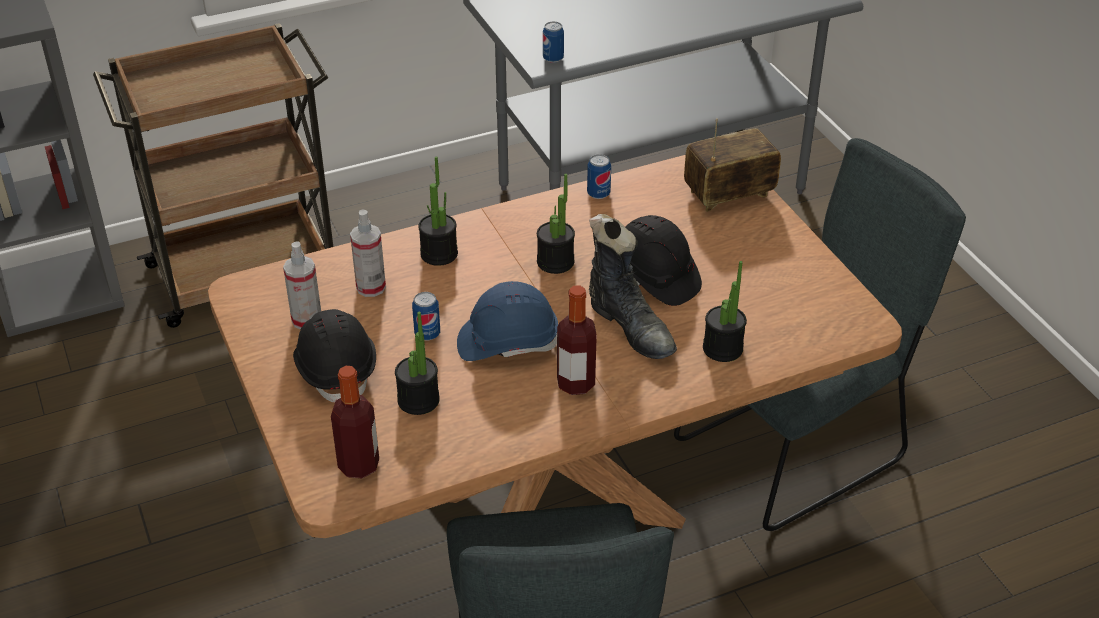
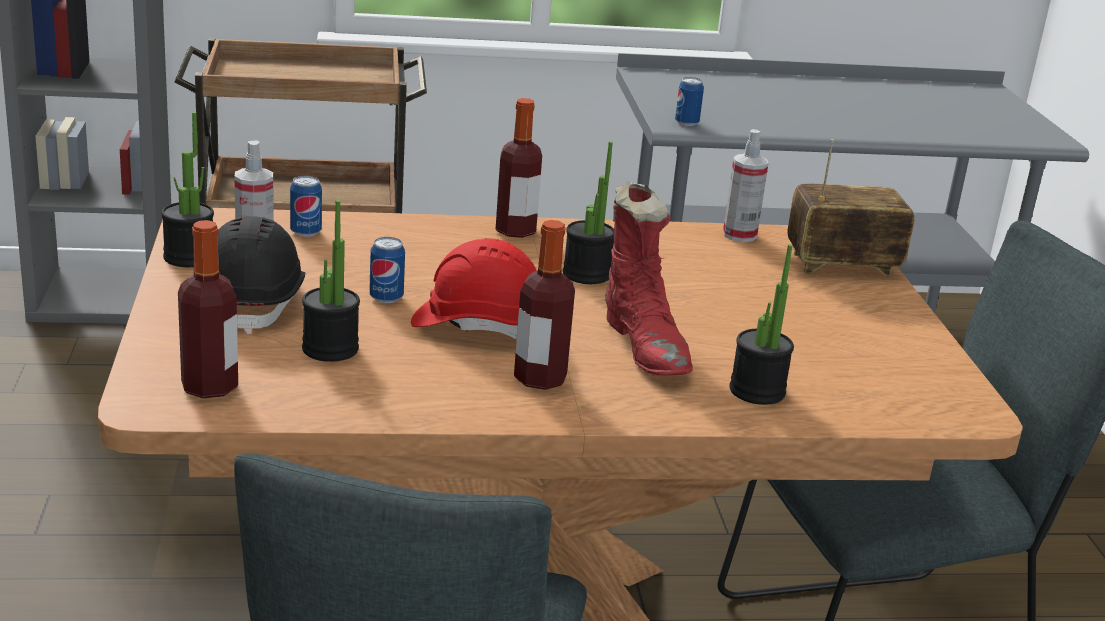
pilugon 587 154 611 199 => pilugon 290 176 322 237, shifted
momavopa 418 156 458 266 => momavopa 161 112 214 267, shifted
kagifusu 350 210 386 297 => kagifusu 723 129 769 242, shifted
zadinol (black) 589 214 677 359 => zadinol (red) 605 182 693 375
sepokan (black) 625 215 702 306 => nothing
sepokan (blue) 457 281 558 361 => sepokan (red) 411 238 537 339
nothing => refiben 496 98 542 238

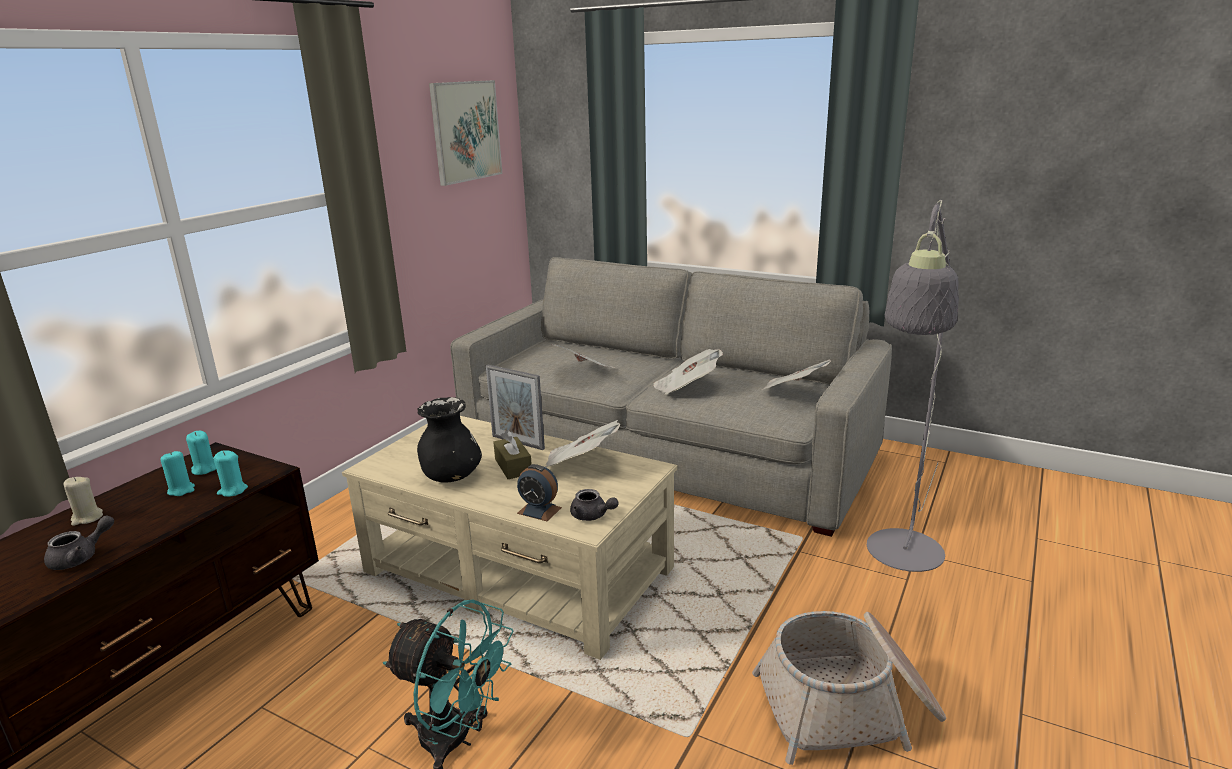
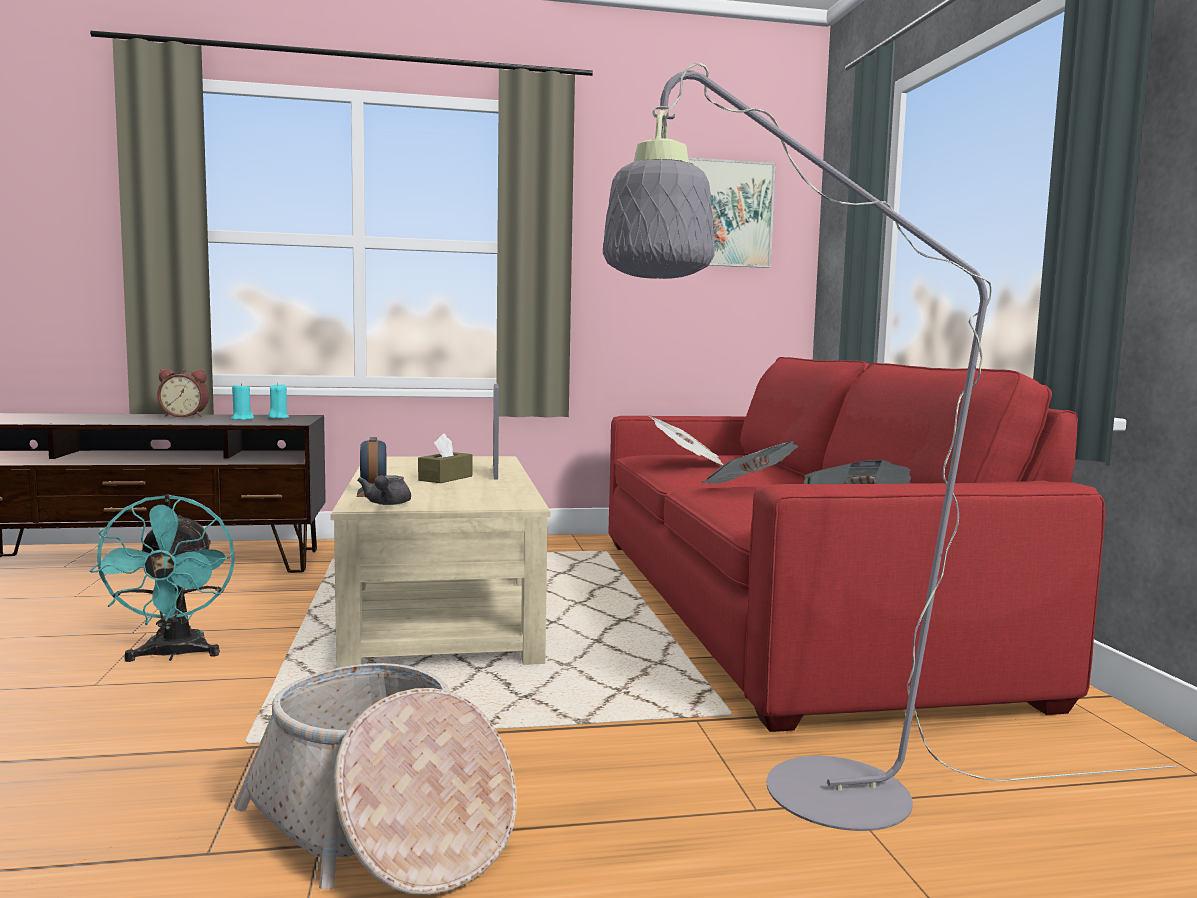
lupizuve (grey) 450 257 892 537 => lupizuve (red) 608 357 1105 732
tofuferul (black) 417 397 482 483 => nothing
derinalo 545 420 620 467 => nothing
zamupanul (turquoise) 213 450 248 497 => nothing
zamupanul (beige) 64 477 103 526 => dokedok 157 369 209 417
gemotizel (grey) 44 515 114 570 => nothing

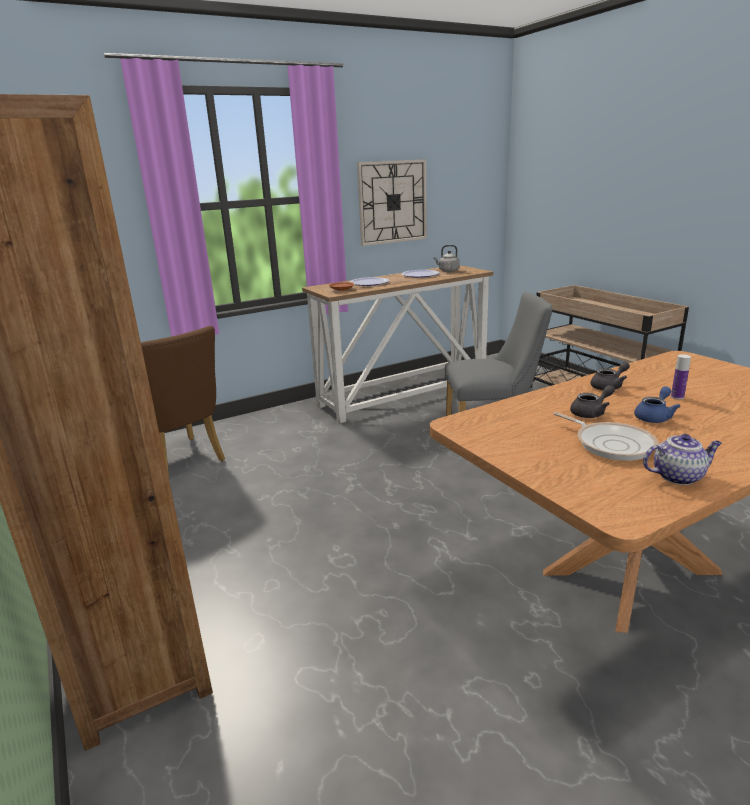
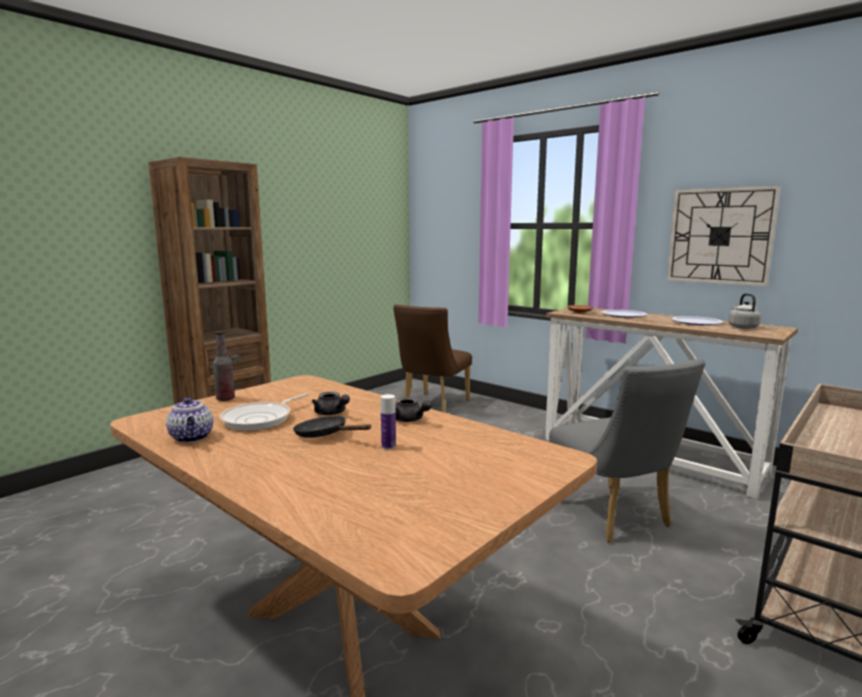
gemotizel (blue) 634 386 681 423 => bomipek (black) 293 416 371 438
nothing => refiben 213 331 235 401

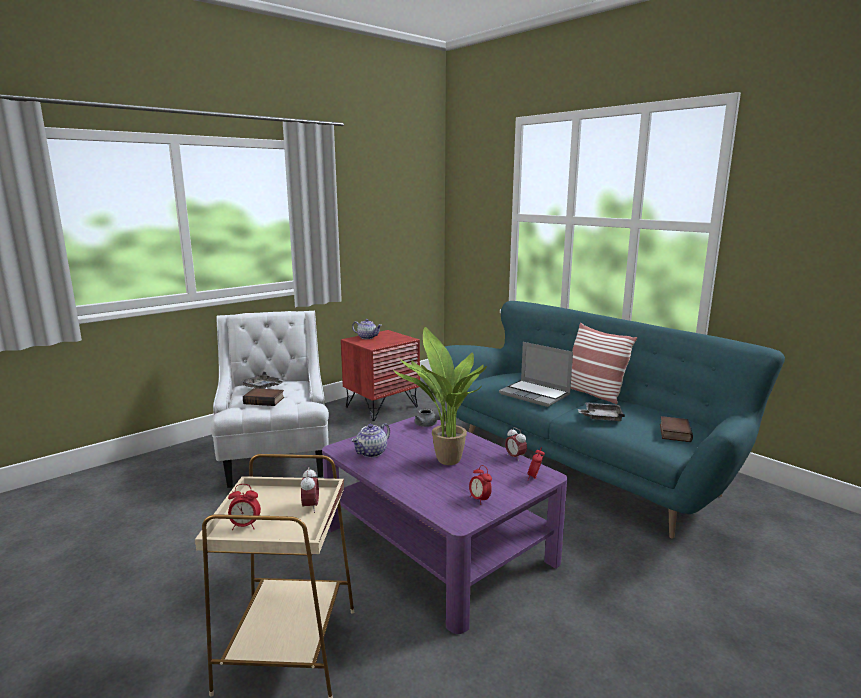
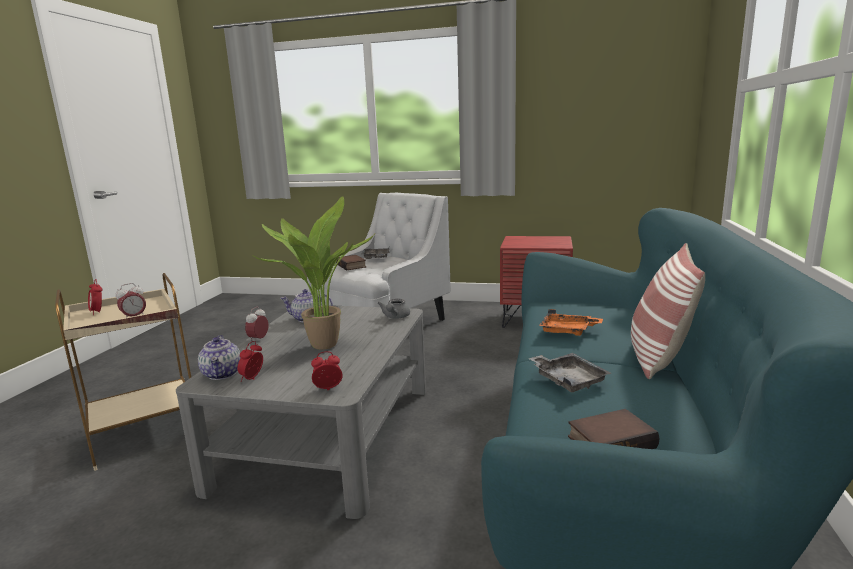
gemotizel 352 319 382 339 => gemotizel 198 335 240 380, shifted
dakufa 499 342 573 407 => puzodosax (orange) 539 309 603 336
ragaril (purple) 322 416 568 634 => ragaril (grey) 176 305 426 519
dokedok 505 427 527 462 => dokedok 245 307 268 342, shifted

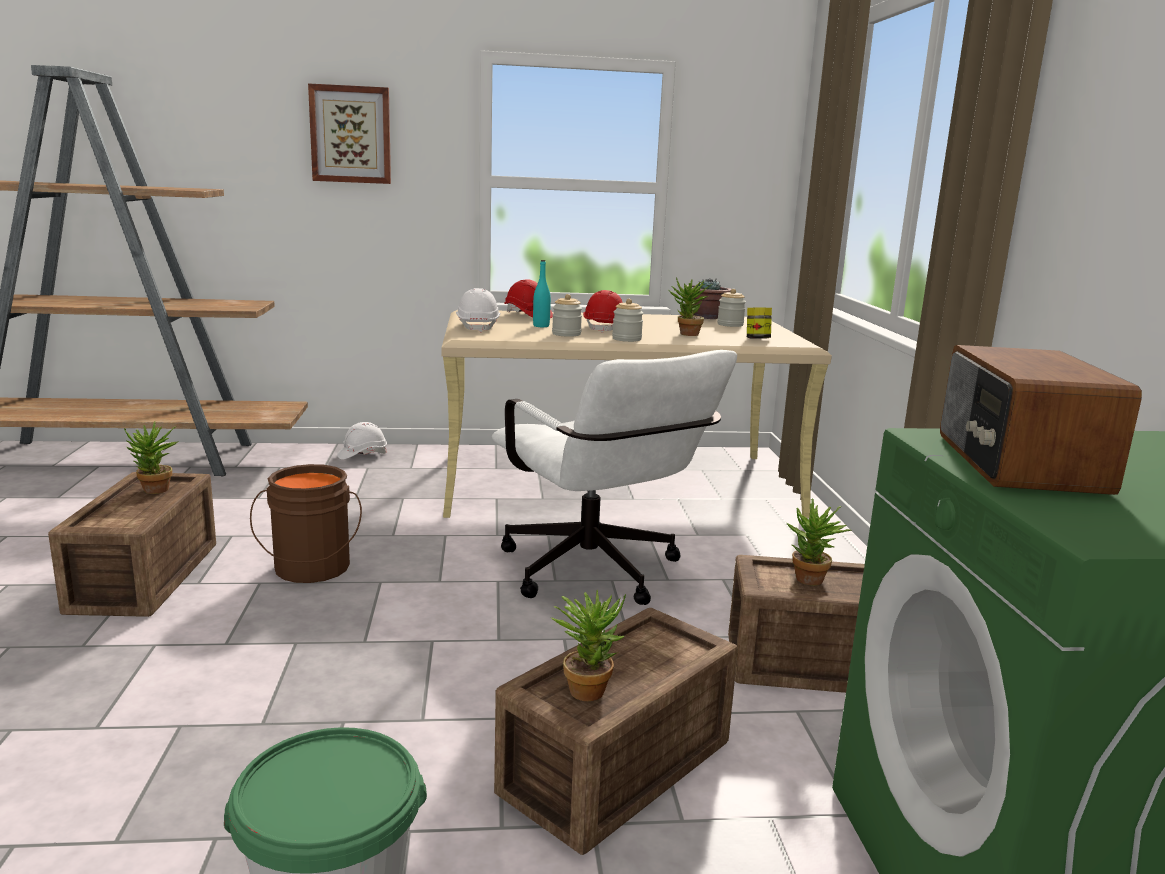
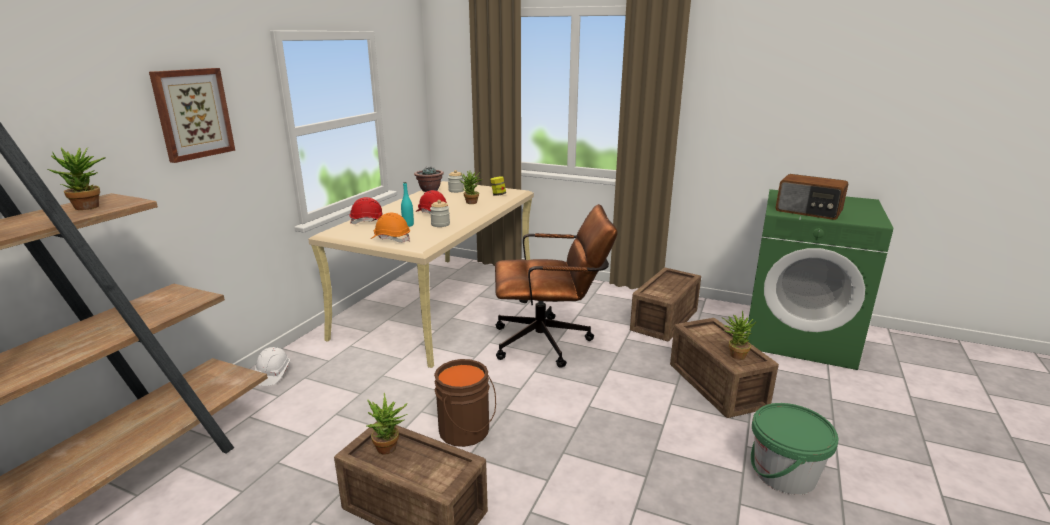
sepokan (white) 456 288 500 333 => sepokan (orange) 371 213 410 243
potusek 612 299 643 342 => nothing
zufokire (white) 492 350 737 605 => zufokire (brown) 495 204 618 368
momavopa 787 498 852 586 => momavopa 48 148 106 210, shifted

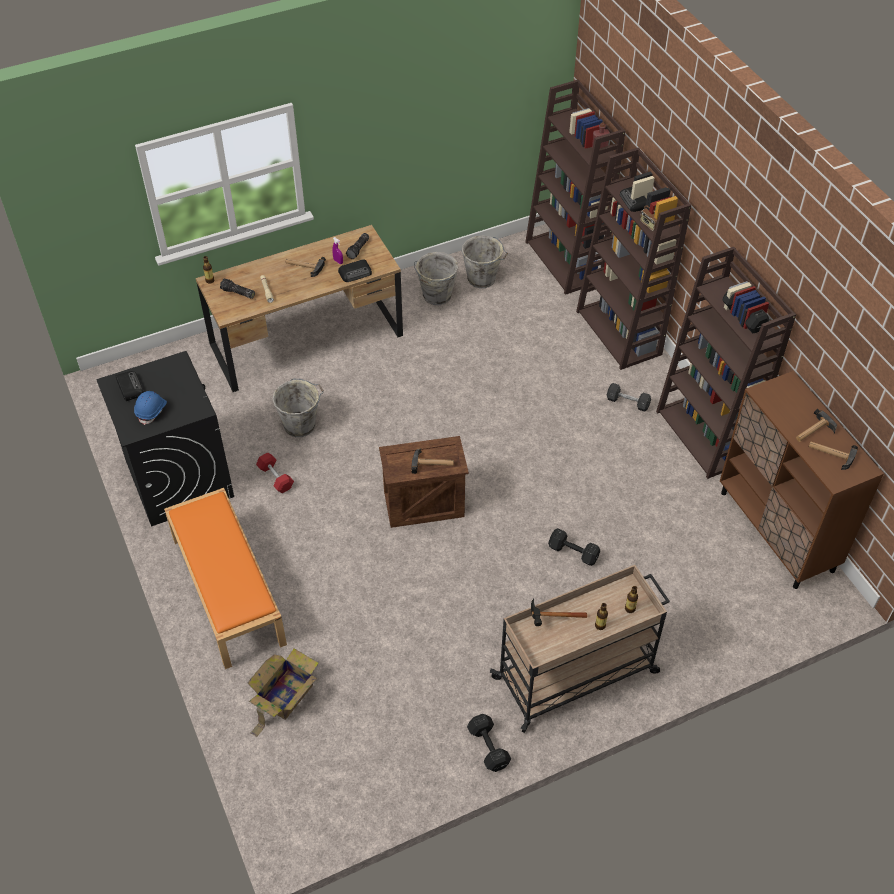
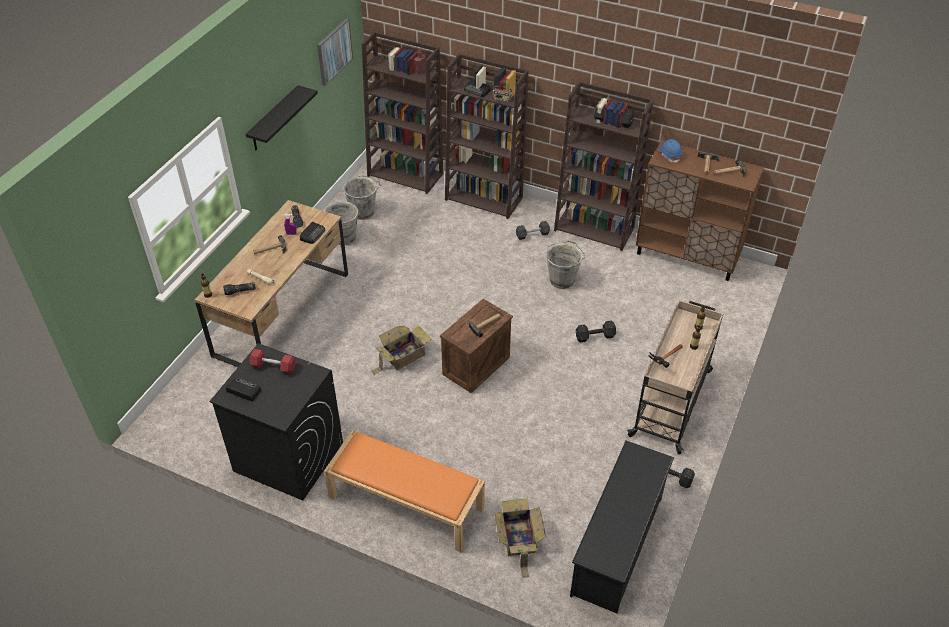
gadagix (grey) 272 379 324 437 => gadagix (grey) 546 240 585 289, shifted
sepokan (blue) 134 391 167 425 => sepokan (blue) 658 139 682 163, shifted
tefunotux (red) 256 452 294 493 => tefunotux (red) 250 349 295 374, shifted
nothing => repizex 317 18 353 86
nothing => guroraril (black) 246 85 318 150
nothing => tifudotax 371 326 432 375
nothing => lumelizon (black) 570 440 674 613

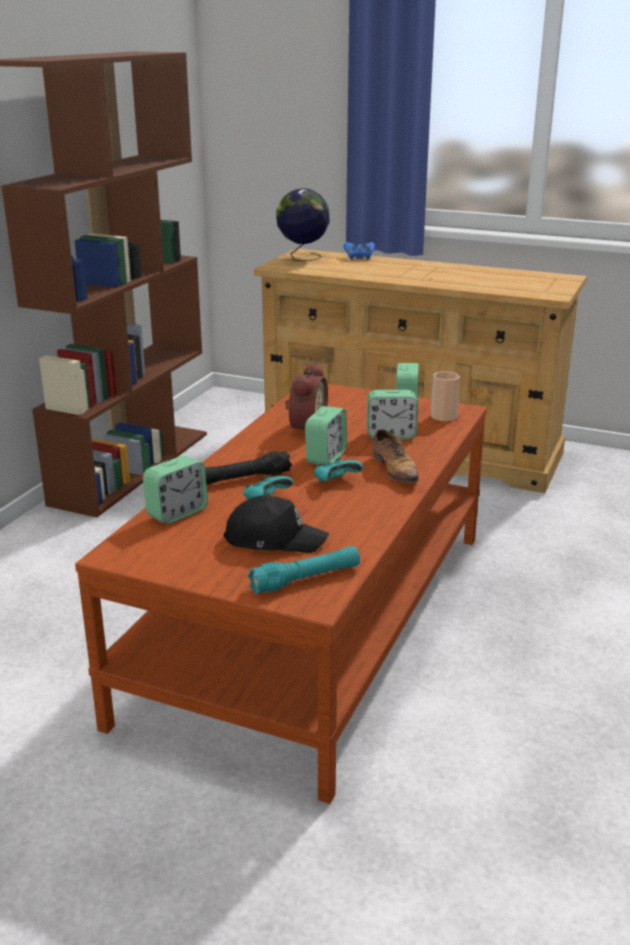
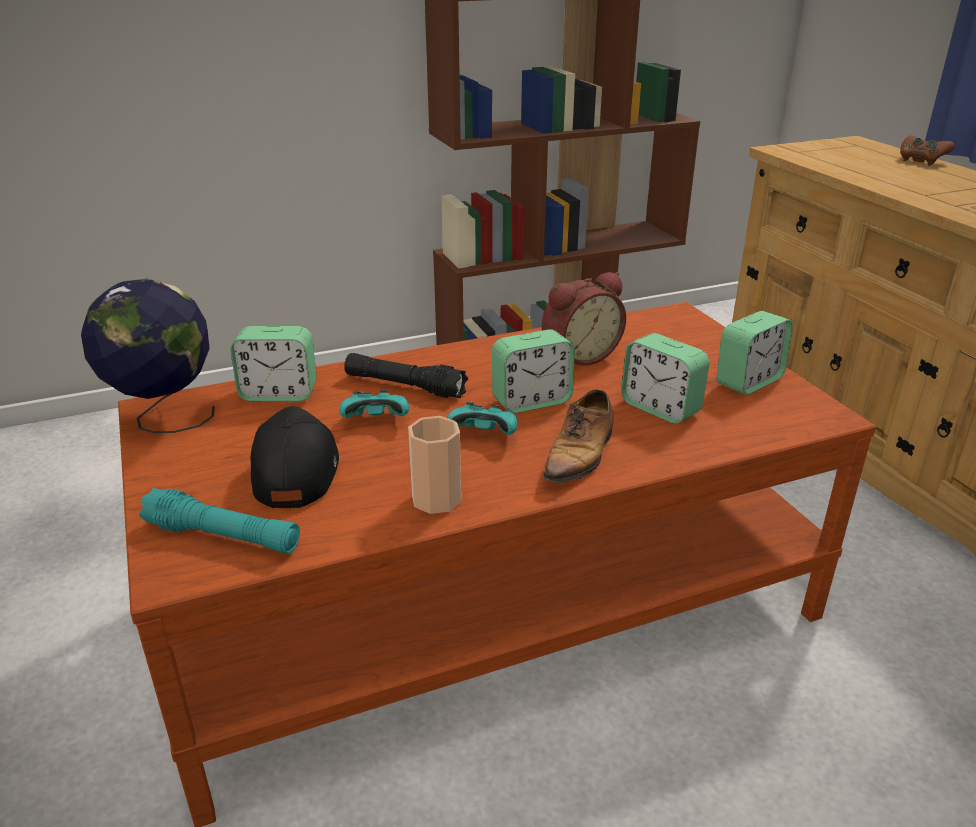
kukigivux 276 188 330 261 => kukigivux 81 279 215 433, shifted
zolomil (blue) 344 242 375 260 => zolomil (brown) 900 135 955 166
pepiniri 431 371 460 422 => pepiniri 408 416 461 514, shifted
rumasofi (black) 224 496 329 553 => rumasofi (black) 250 406 339 508, 150 degrees counterclockwise

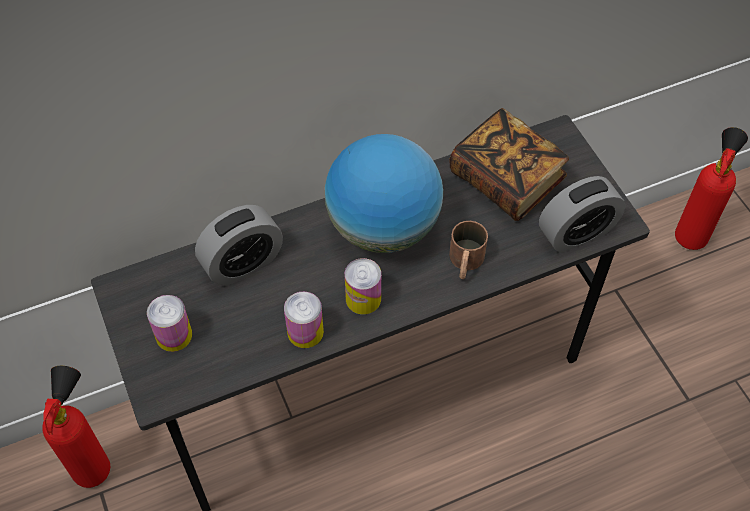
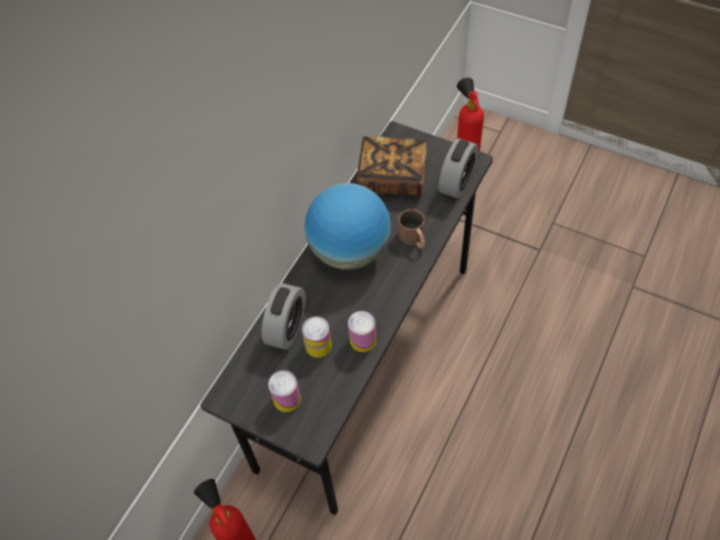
pilugon 345 258 381 315 => pilugon 302 316 332 358, shifted

